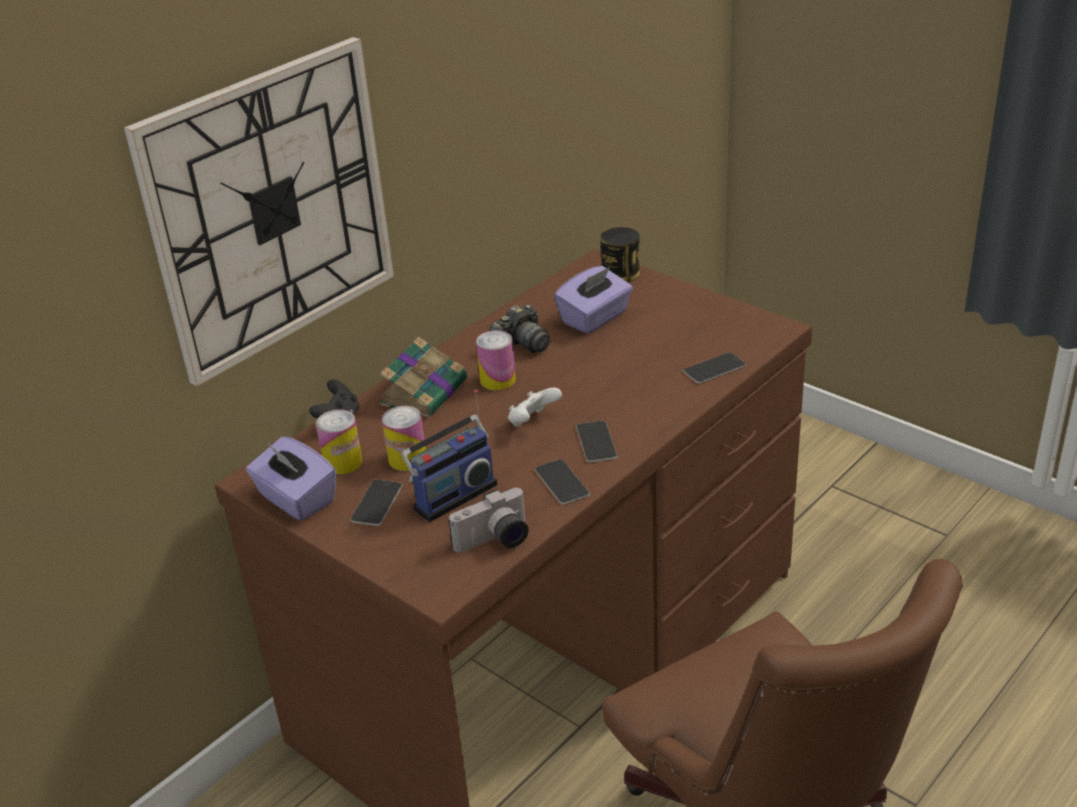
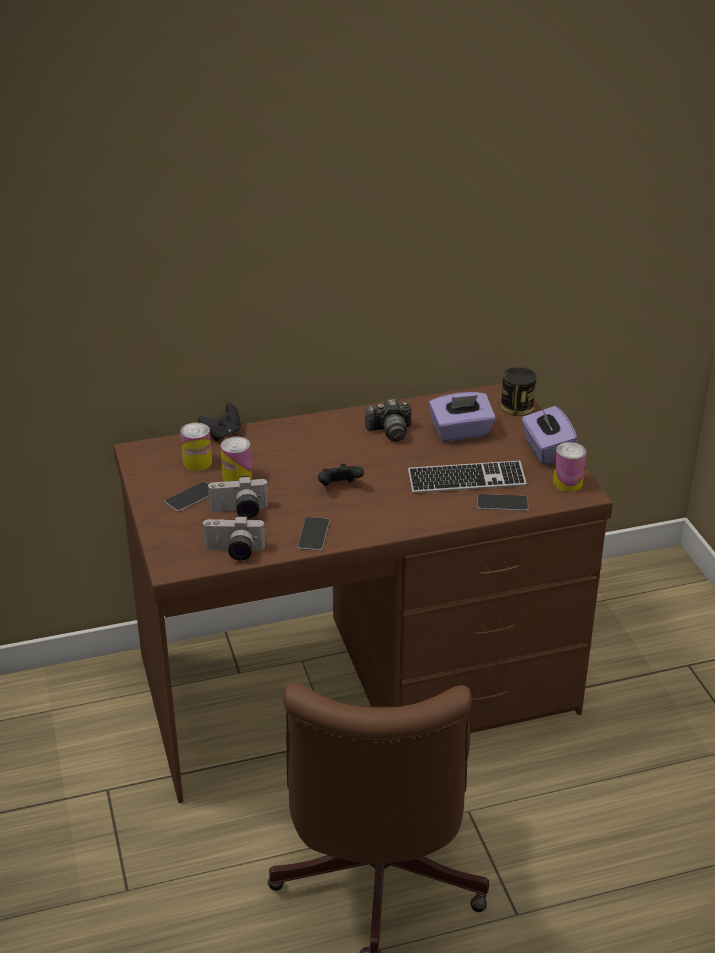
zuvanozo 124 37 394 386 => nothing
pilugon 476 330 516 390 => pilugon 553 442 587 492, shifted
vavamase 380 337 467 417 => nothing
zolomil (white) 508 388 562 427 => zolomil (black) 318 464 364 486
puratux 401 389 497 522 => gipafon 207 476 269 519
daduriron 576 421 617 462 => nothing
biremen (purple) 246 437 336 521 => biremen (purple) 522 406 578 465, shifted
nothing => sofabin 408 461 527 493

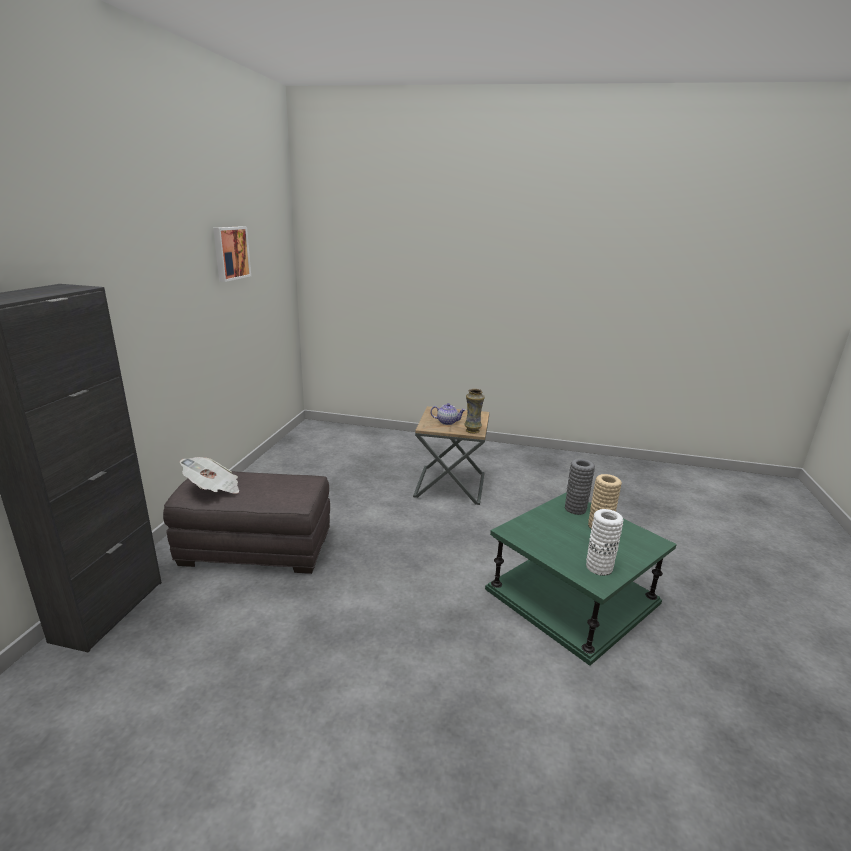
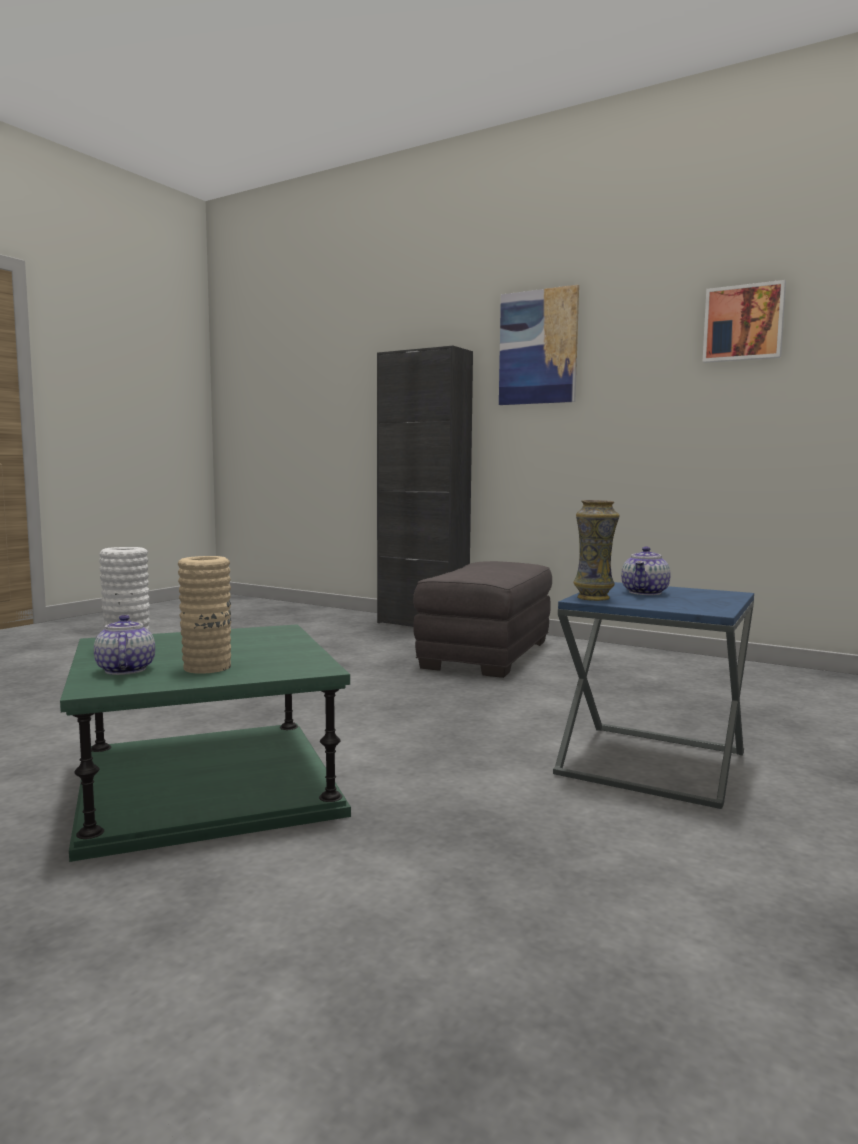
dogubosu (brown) 413 406 489 505 => dogubosu (blue) 553 582 754 809
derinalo 180 457 239 494 => nothing
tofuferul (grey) 565 459 595 515 => nothing
nothing => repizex 499 285 579 405
nothing => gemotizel 94 615 155 675

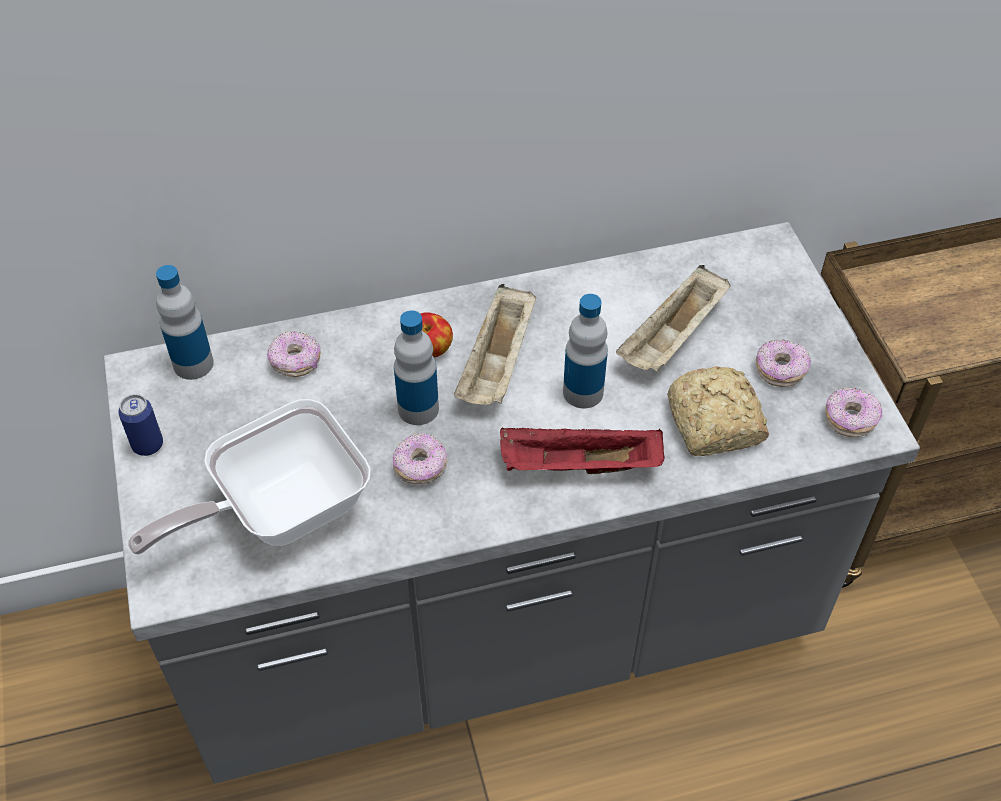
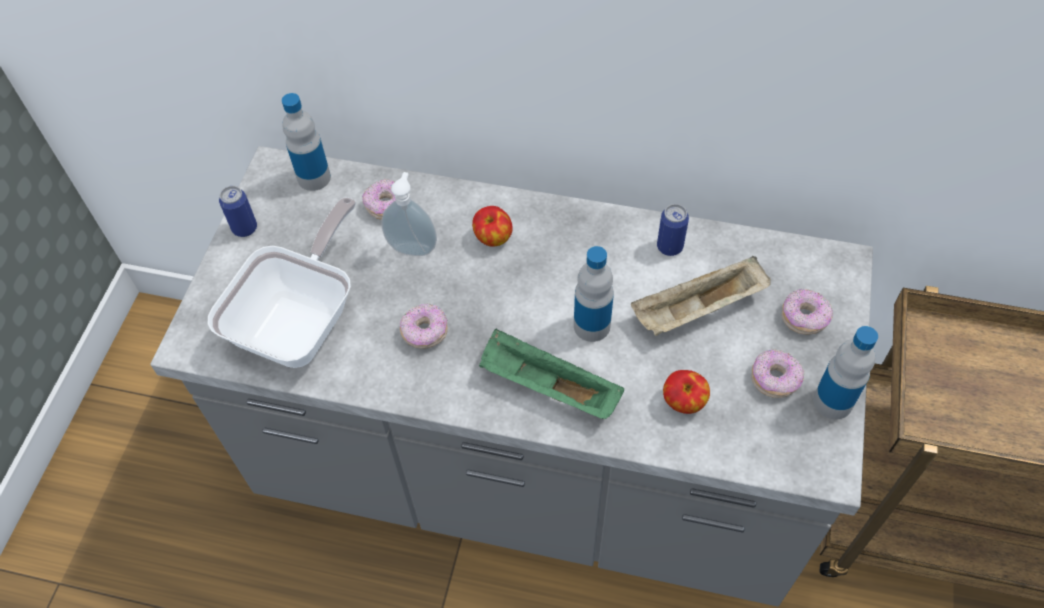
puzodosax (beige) 454 284 536 405 => nothing
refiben 394 310 439 425 => refiben 813 326 878 419, shifted
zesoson 667 366 769 456 => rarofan 663 370 710 414
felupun 826 388 882 437 => felupun 782 289 833 335, shifted
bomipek 128 399 371 555 => bomipek 208 197 356 368, 120 degrees clockwise
puzodosax (red) 500 427 665 474 => puzodosax (green) 479 329 624 419
nothing => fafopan 381 172 437 256
nothing => pilugon 657 204 689 256

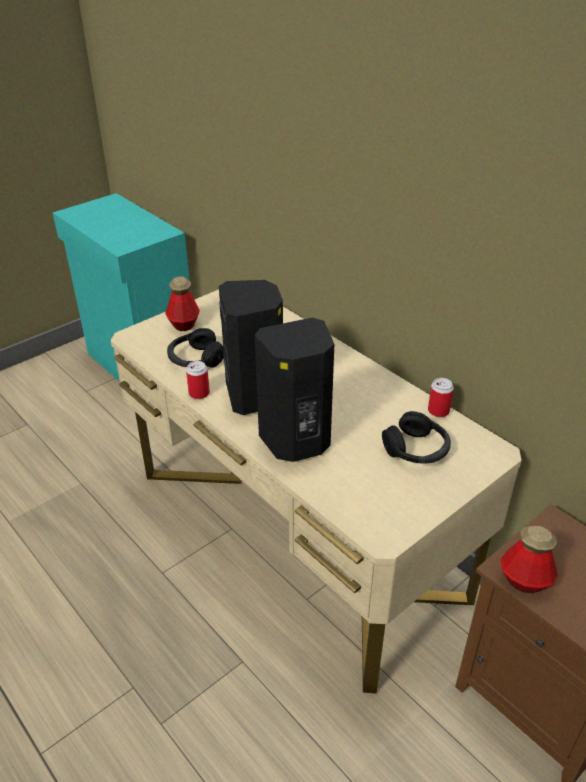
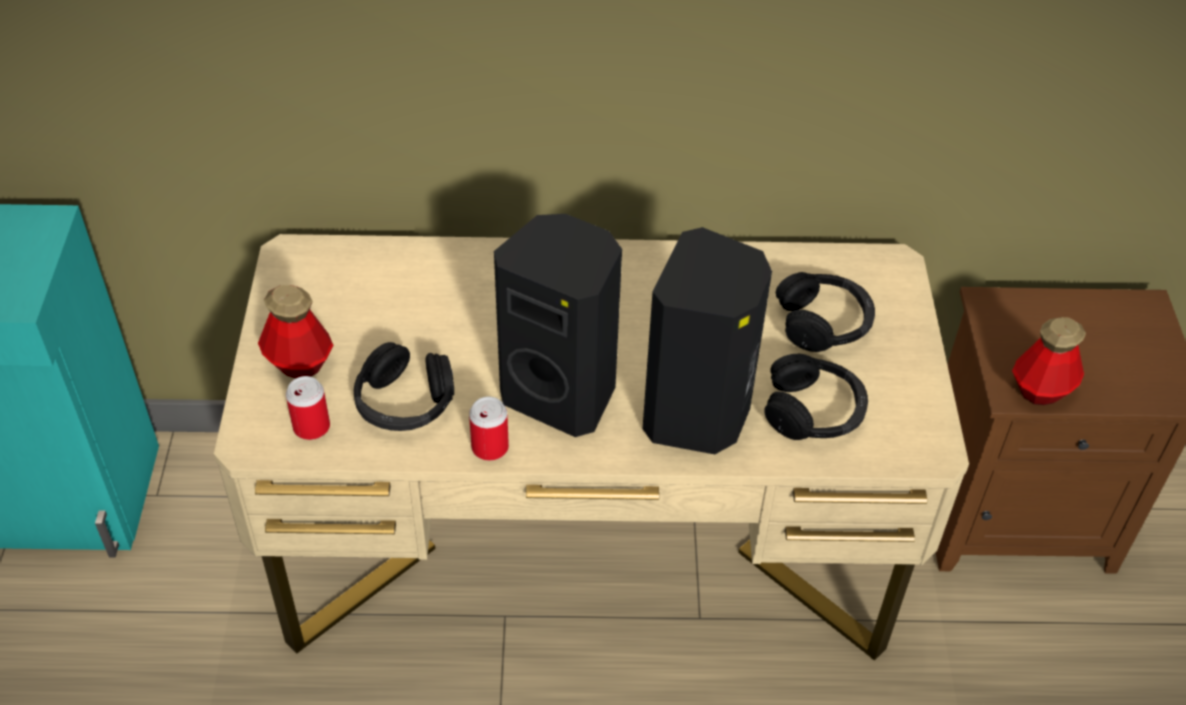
pilugon 428 378 454 417 => pilugon 286 376 330 440, shifted
nothing => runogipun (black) 764 354 868 440

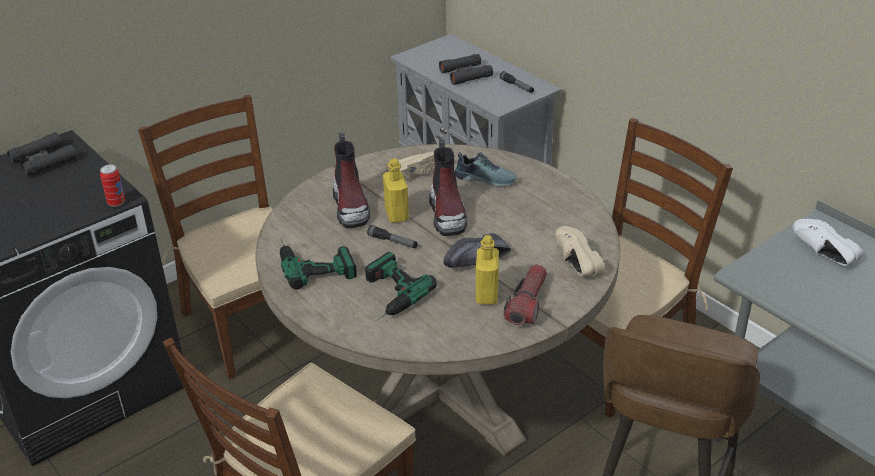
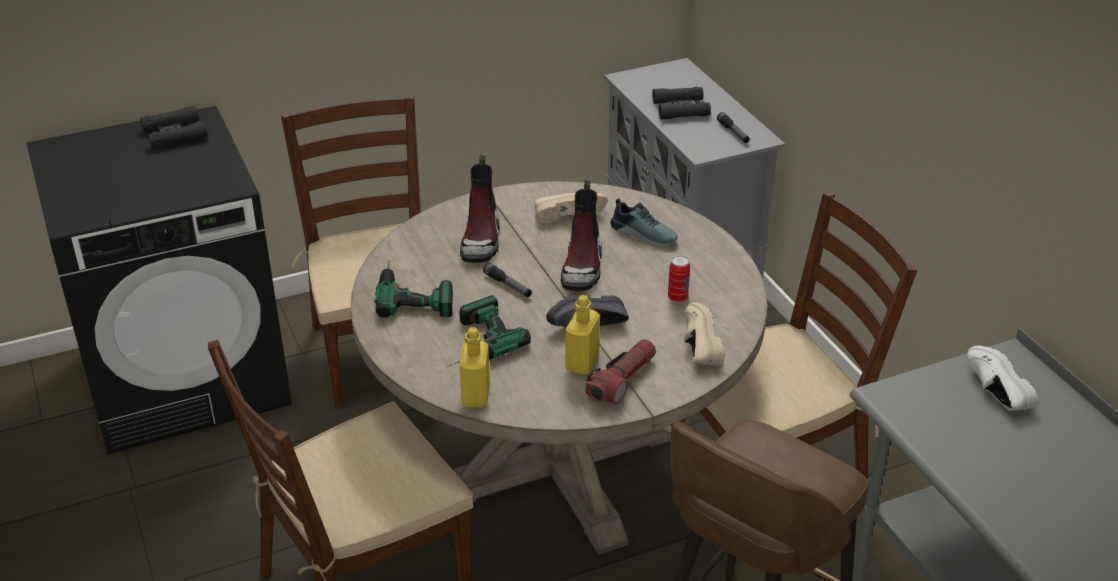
refiben (yellow) 383 158 409 223 => refiben (yellow) 459 327 490 408, shifted
pilugon 100 165 125 207 => pilugon 668 256 690 303, shifted

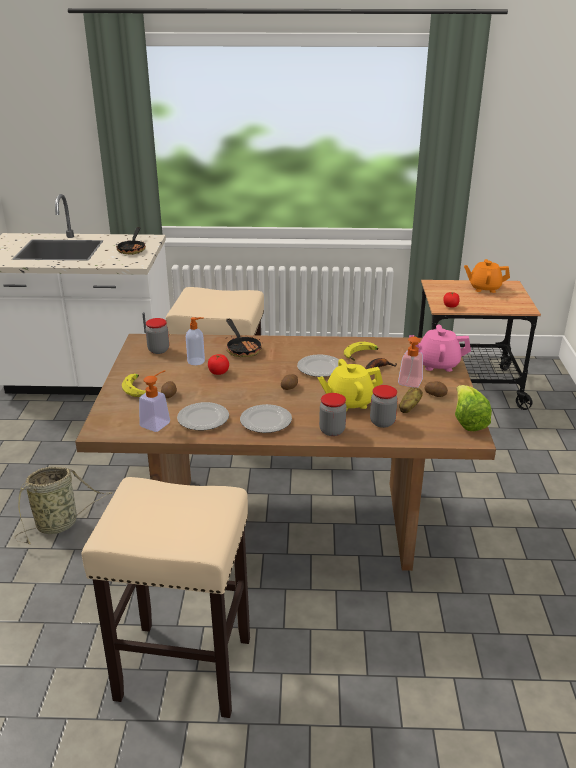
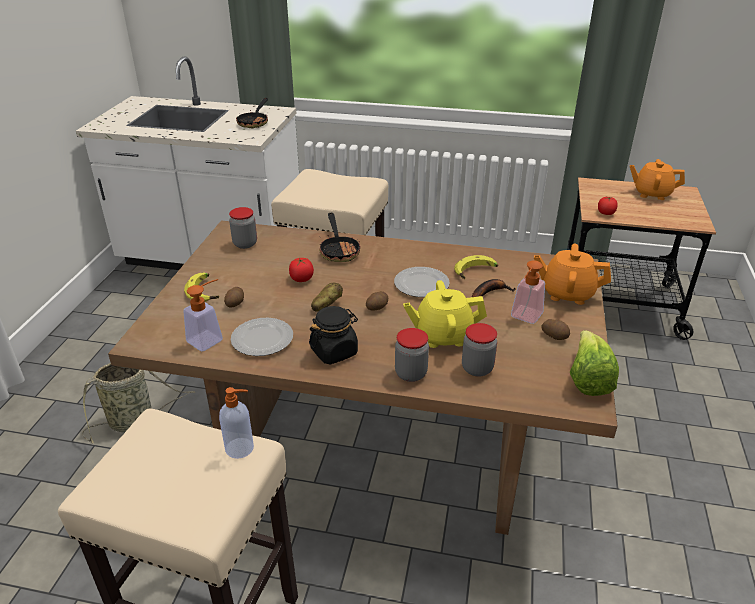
fafopan 186 317 205 365 => fafopan 219 387 254 459, shifted
gemotizel (pink) 409 325 471 372 => gemotizel (orange) 534 244 611 305
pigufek 399 387 423 413 => pigufek 311 283 343 311, shifted
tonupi 240 404 292 433 => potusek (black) 309 306 358 365

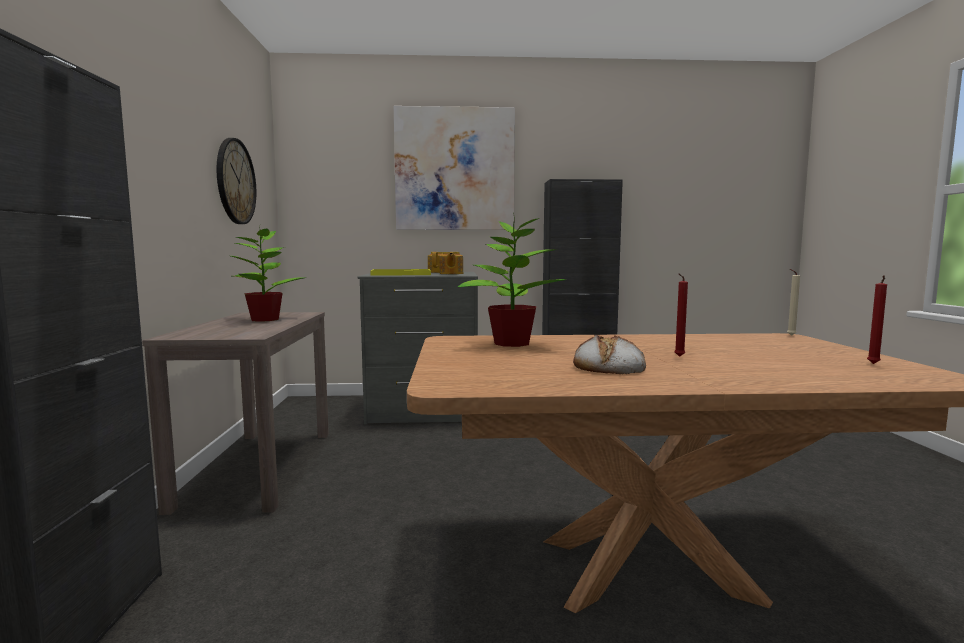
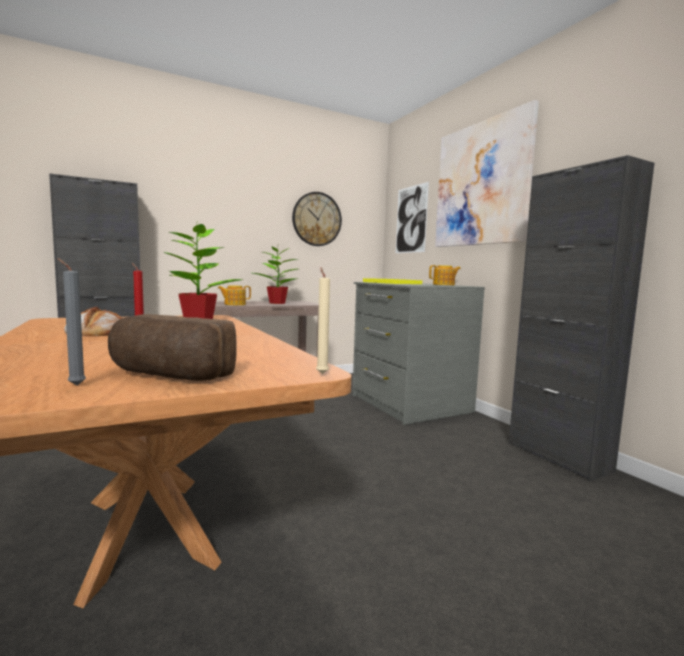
gemotizel 439 252 463 274 => gemotizel 218 286 251 305, shifted
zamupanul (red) 867 275 887 364 => zamupanul (grey) 57 258 86 386
nothing => repizex 396 182 429 253
nothing => zesoson 108 314 236 381

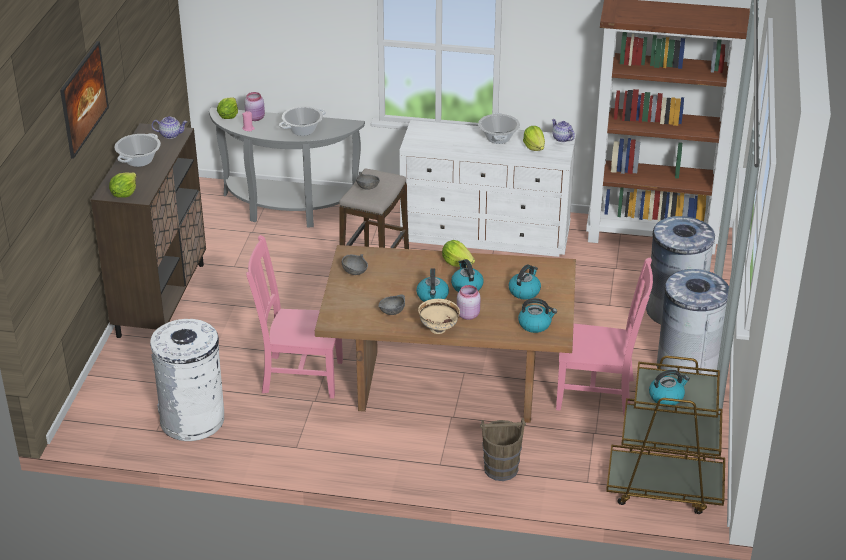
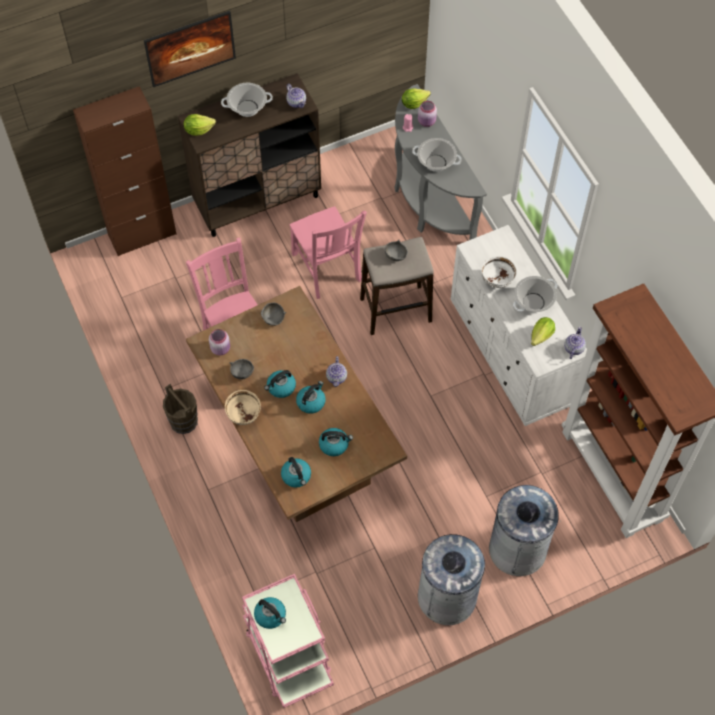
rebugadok 442 240 475 267 => gemotizel 326 356 347 387
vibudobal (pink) 556 258 653 415 => vibudobal (pink) 290 206 367 299, shifted
potusek (pink) 457 285 481 320 => potusek (pink) 209 329 230 356, shifted
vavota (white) 150 319 224 441 => nothing
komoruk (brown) 606 356 725 514 => komoruk (pink) 242 574 334 708
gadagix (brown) 480 418 526 481 => gadagix (brown) 163 384 198 434, shifted
nothing => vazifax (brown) 73 86 177 256
nothing => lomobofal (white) 481 256 517 288

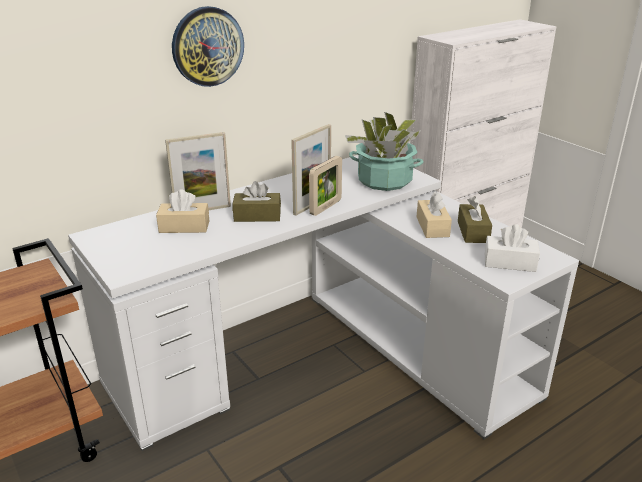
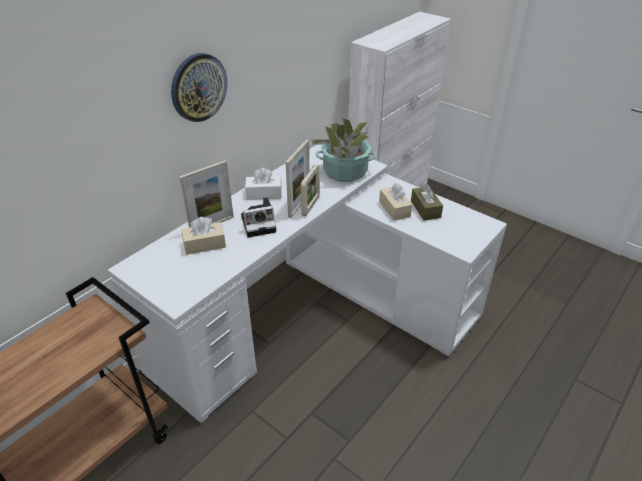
biremen (brown) 232 181 281 222 => gipafon 241 197 276 238
biremen (white) 485 224 540 272 => biremen (white) 245 168 282 200, shifted

